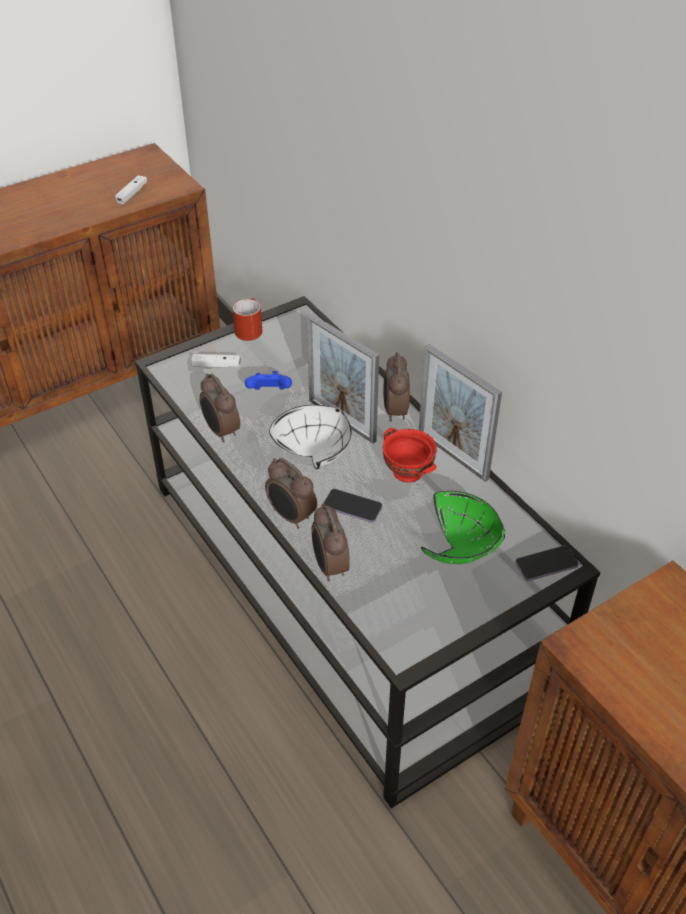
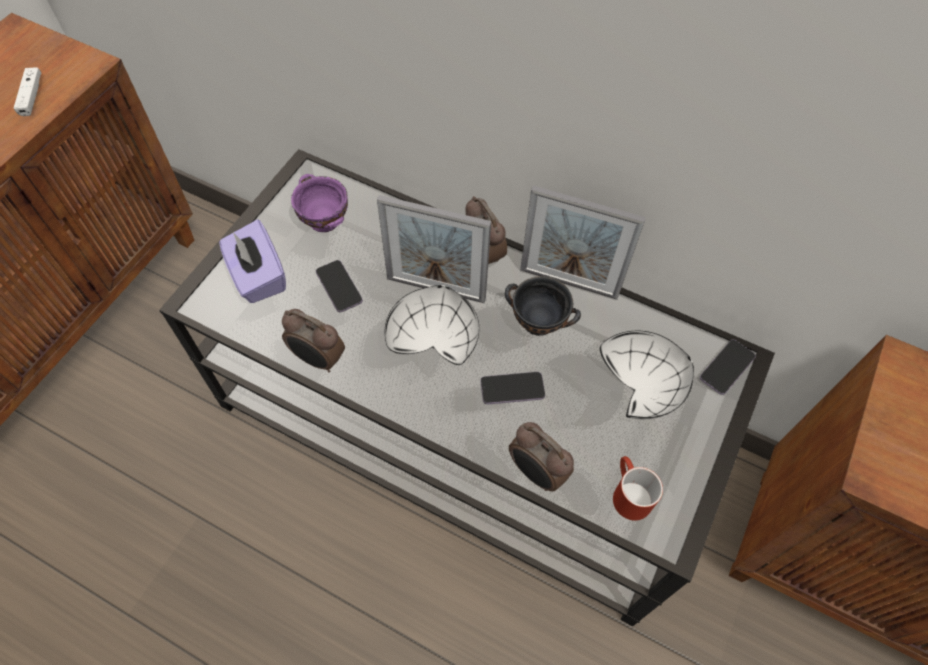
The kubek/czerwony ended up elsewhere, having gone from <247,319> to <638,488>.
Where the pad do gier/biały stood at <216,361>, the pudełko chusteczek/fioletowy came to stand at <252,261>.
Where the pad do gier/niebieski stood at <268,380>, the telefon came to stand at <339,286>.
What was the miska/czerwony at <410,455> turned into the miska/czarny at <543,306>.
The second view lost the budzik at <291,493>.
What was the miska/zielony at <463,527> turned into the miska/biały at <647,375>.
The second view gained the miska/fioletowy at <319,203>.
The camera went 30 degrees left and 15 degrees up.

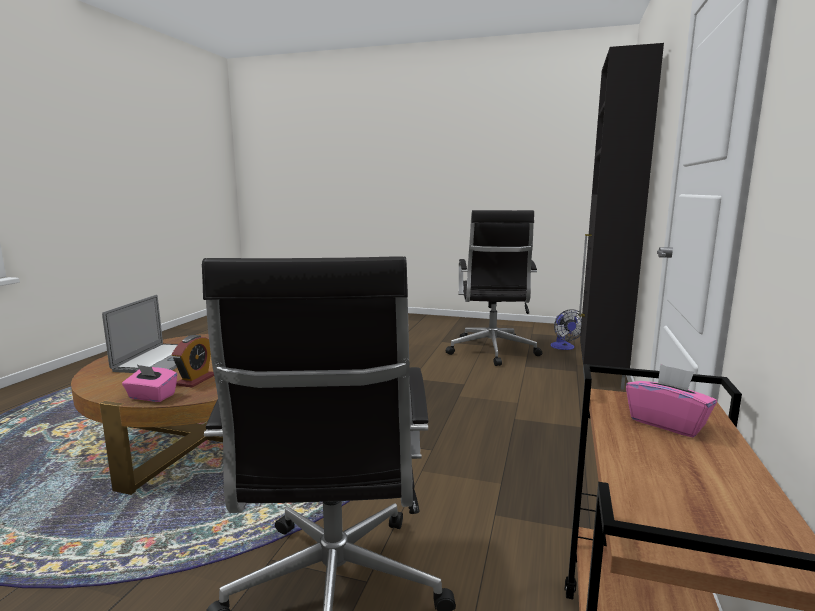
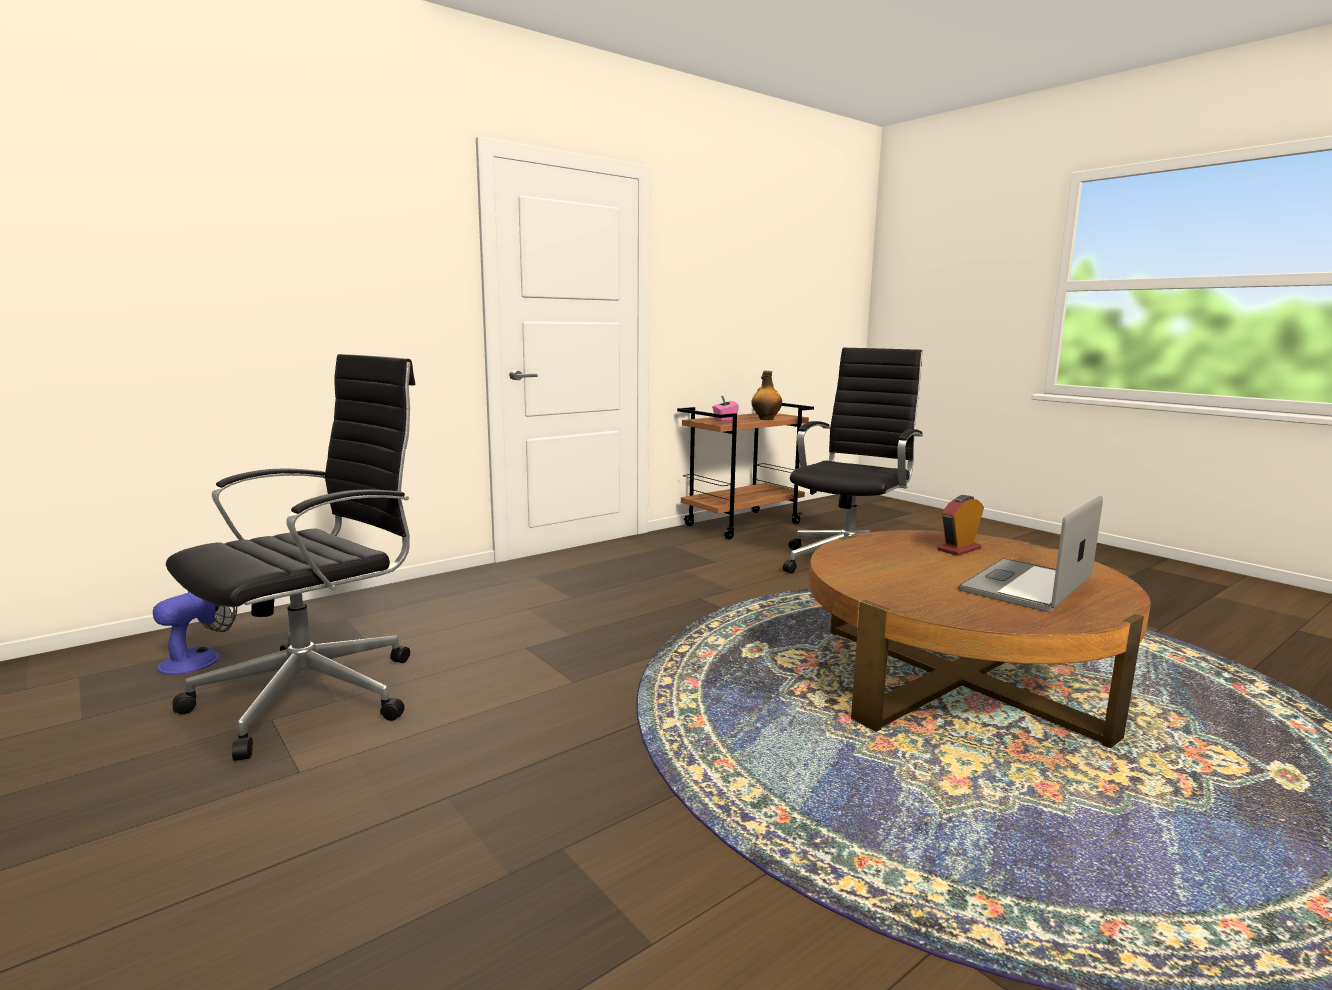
The second view lost the szafka/czarny at <621,216>.
The second view lost the pudełko chusteczek/różowy at <150,383>.
The second view gained the butelka at <766,395>.
The camera went 145 degrees left and 0 degrees up.

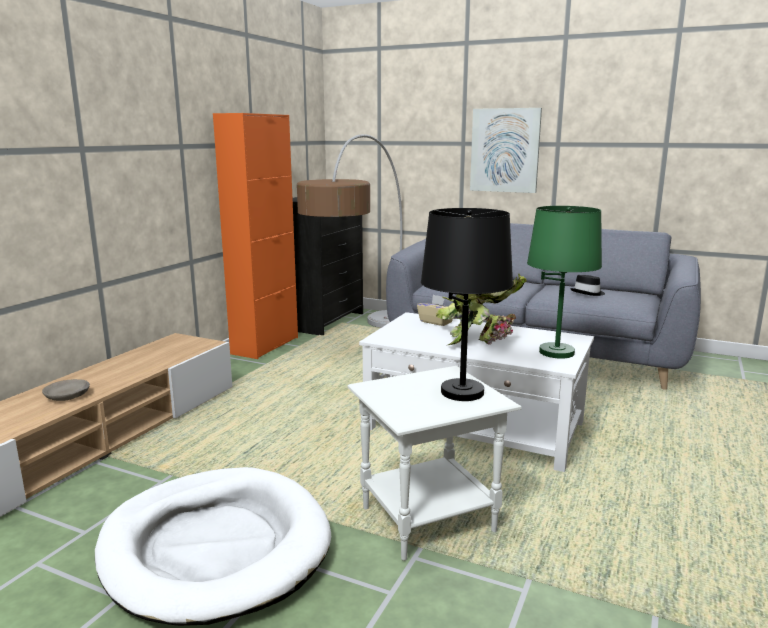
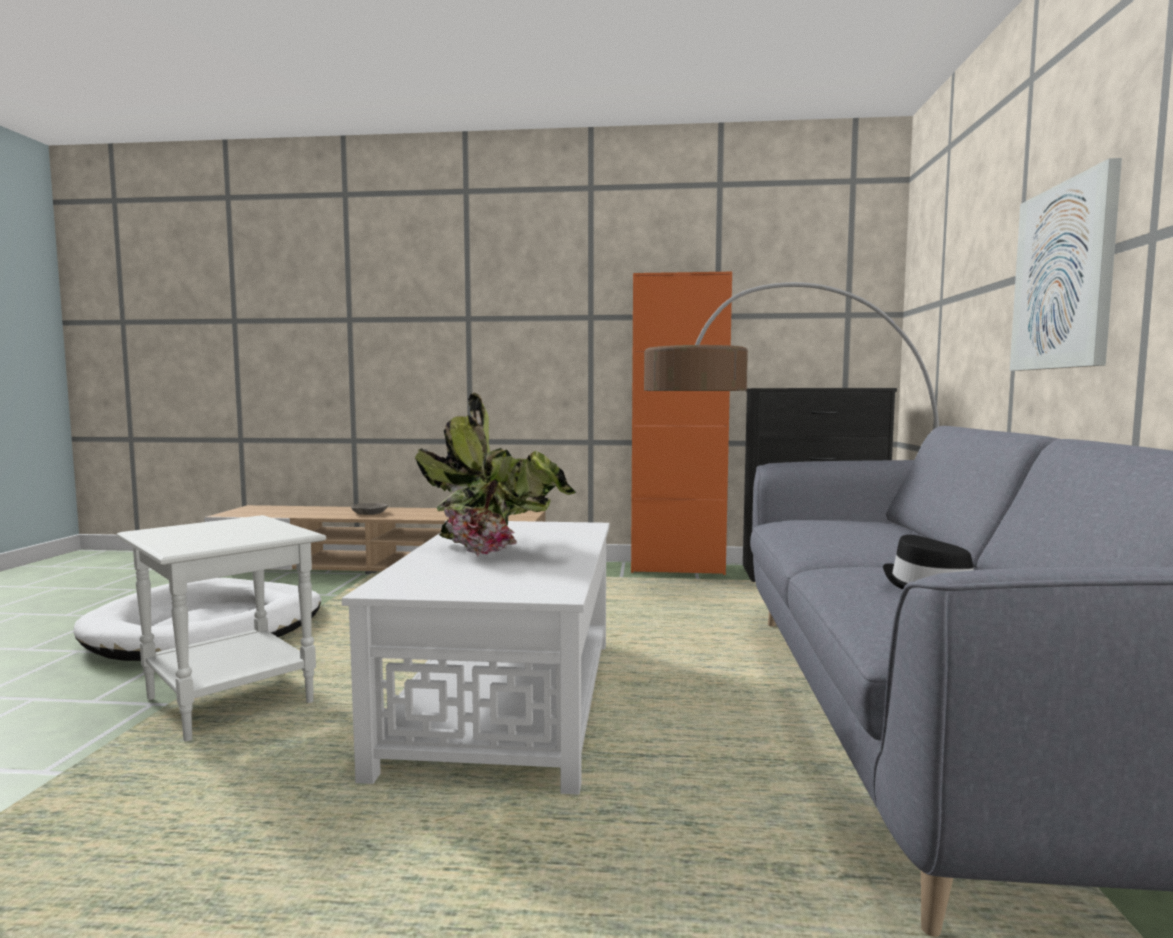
The second view lost the lampa stołowa/zielony at <564,282>.
The second view lost the lampa stołowa/czarny at <467,304>.
The second view lost the pudełko chusteczek/beżowy at <435,310>.
The camera went 70 degrees right and 10 degrees down.

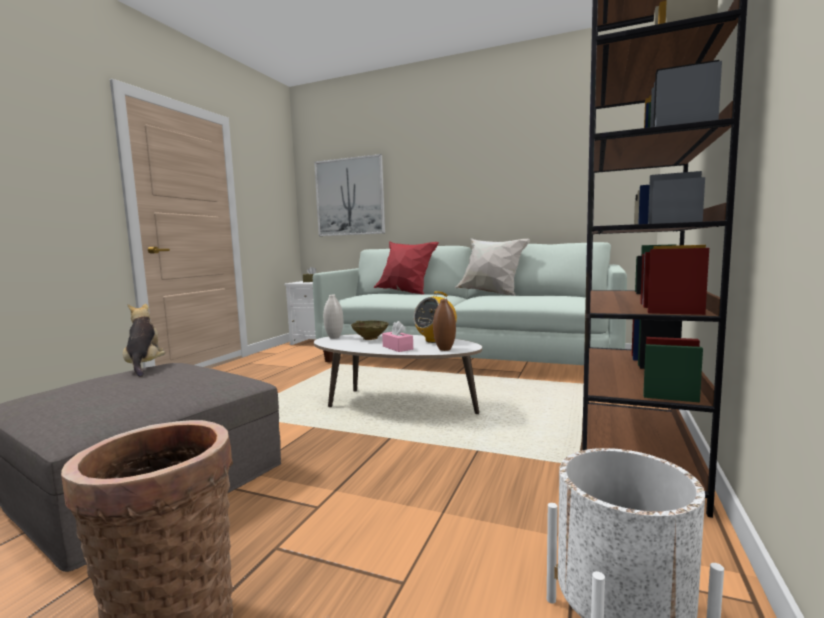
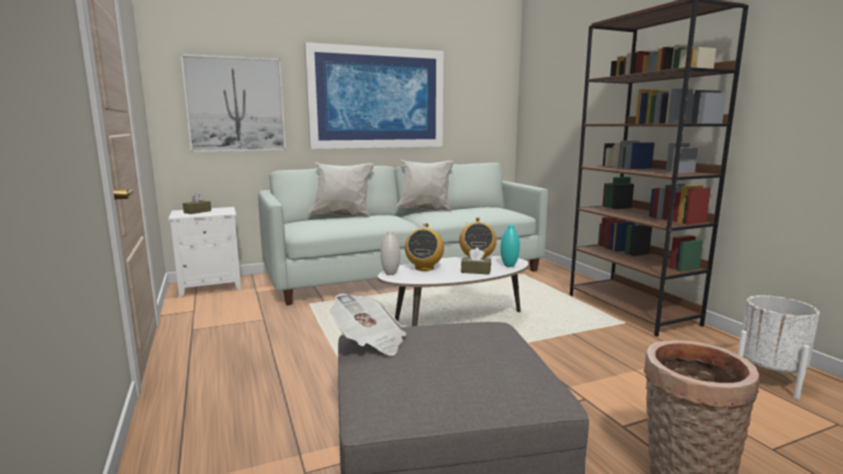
What was the poduszka/czerwony at <406,268> turned into the poduszka/biały at <341,189>.
What was the wazon/brązowy at <444,325> turned into the wazon/turkusowy at <510,246>.
Where the pluszak stood at <144,340>, the gazeta came to stand at <368,325>.
Where the miska/beżowy stood at <370,330>, the radio came to stand at <424,247>.
What was the pudełko chusteczek/różowy at <397,336> turned into the pudełko chusteczek/brązowy at <476,261>.
The second view gained the obraz at <374,95>.
The camera went 45 degrees left and 5 degrees up.

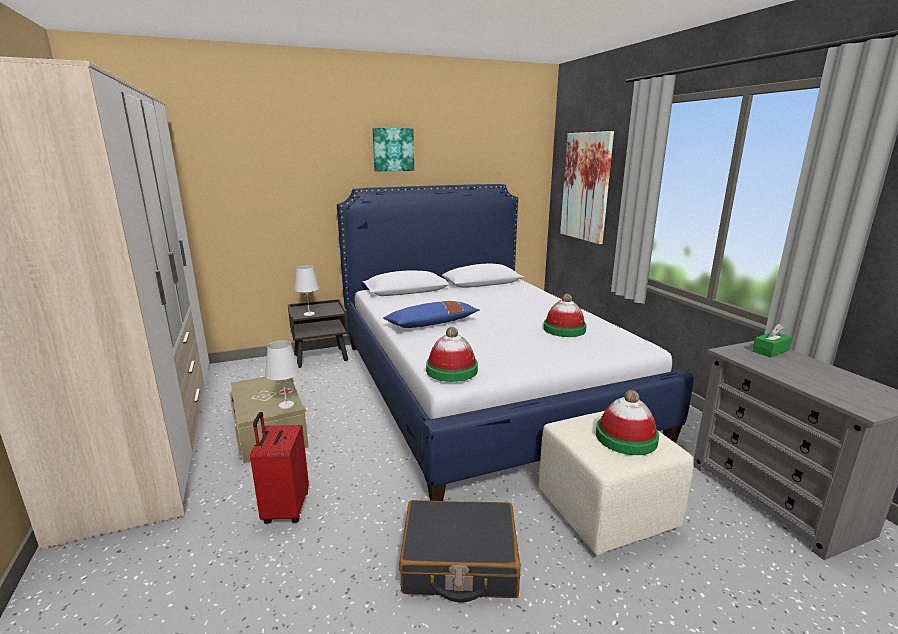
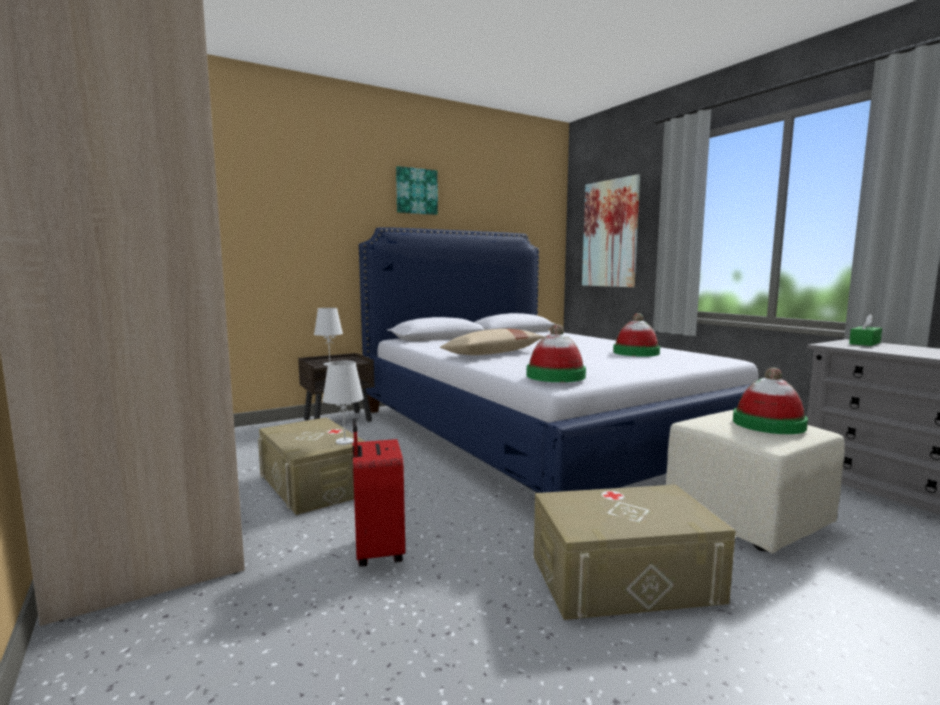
What was the poduszka/niebieski at <431,314> turned into the poduszka/beżowy at <492,342>.
Where the walizka/czarny stood at <460,551>, the pojemnik do przechowywania/beżowy came to stand at <635,552>.
The camera went 10 degrees left and 10 degrees down.

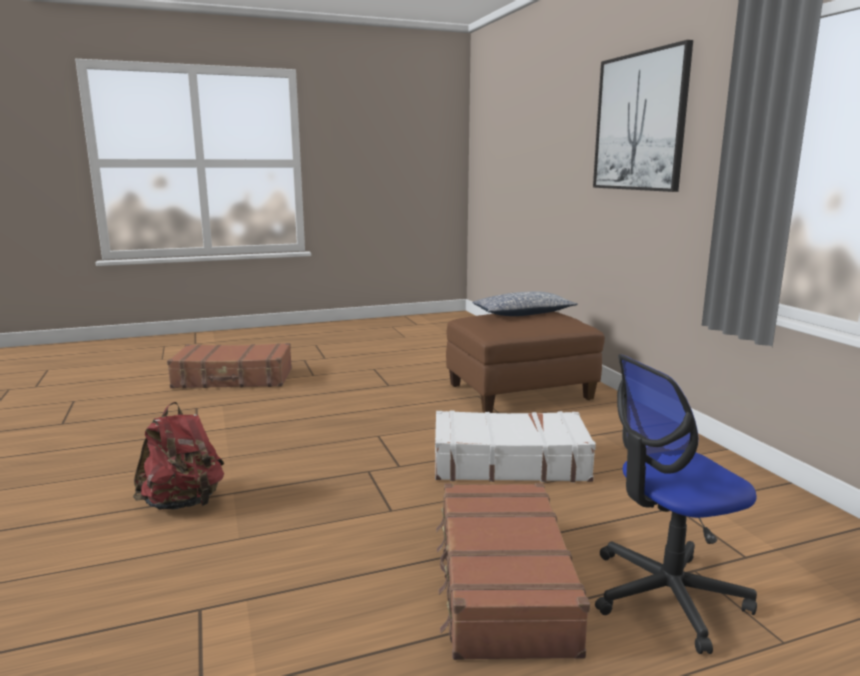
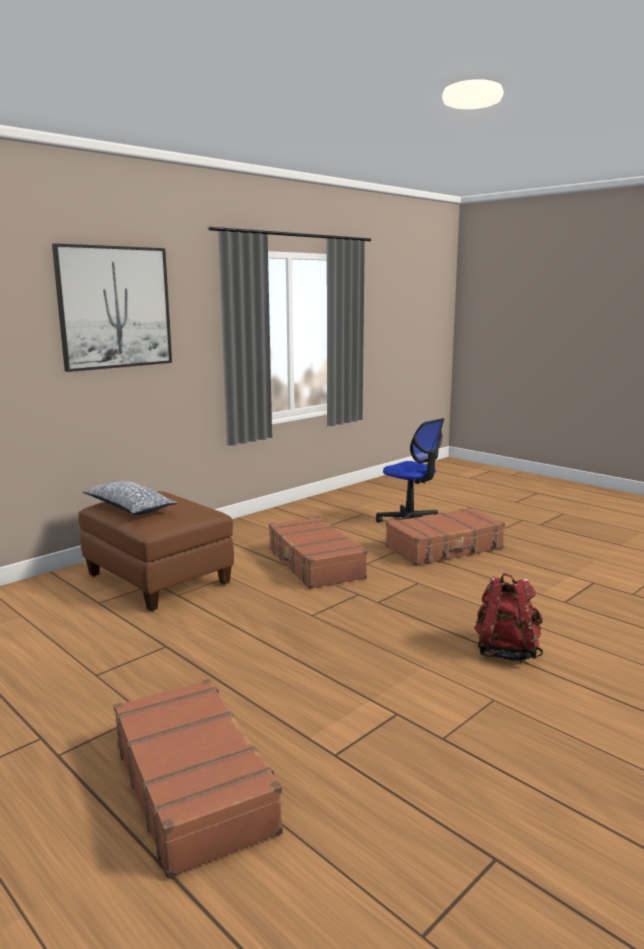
What was the walizka/biały at <515,446> turned into the walizka/brązowy at <318,552>.
The camera went 115 degrees left and 0 degrees up.

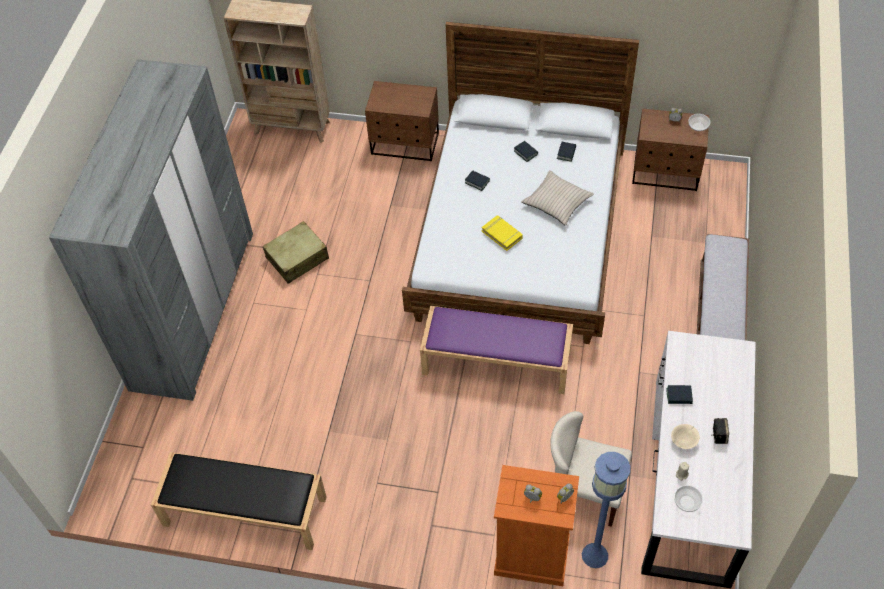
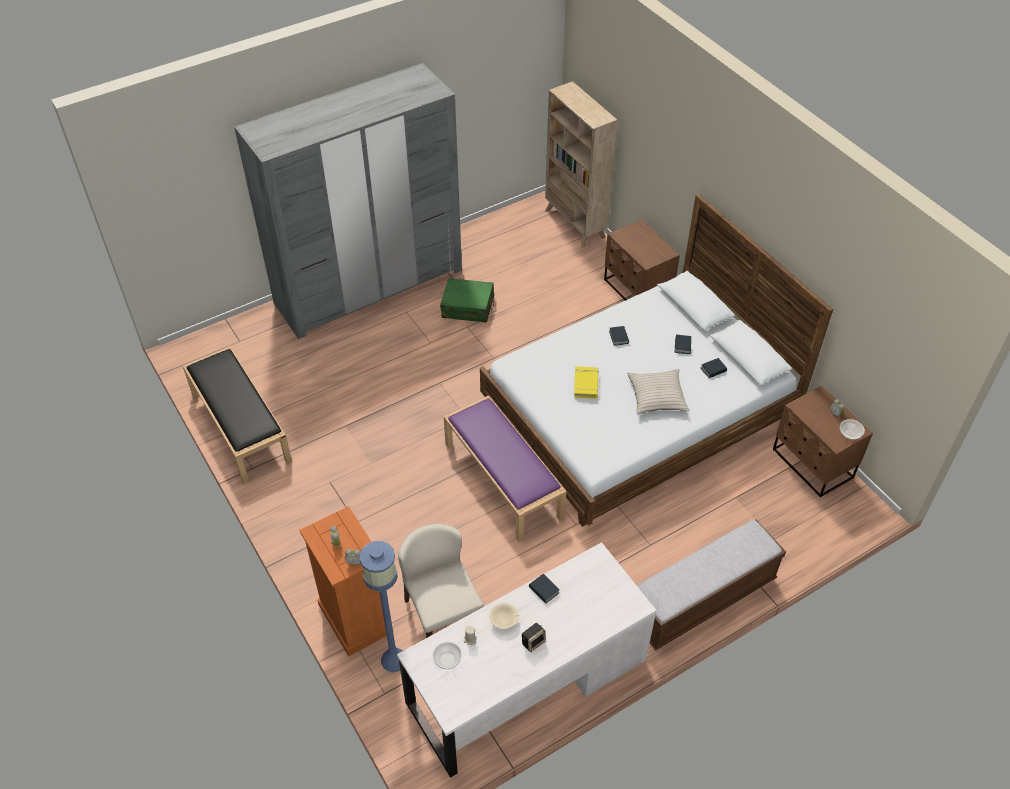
What was the walizka/beżowy at <296,252> turned into the walizka/zielony at <467,300>.
The camera went 45 degrees right and 5 degrees down.

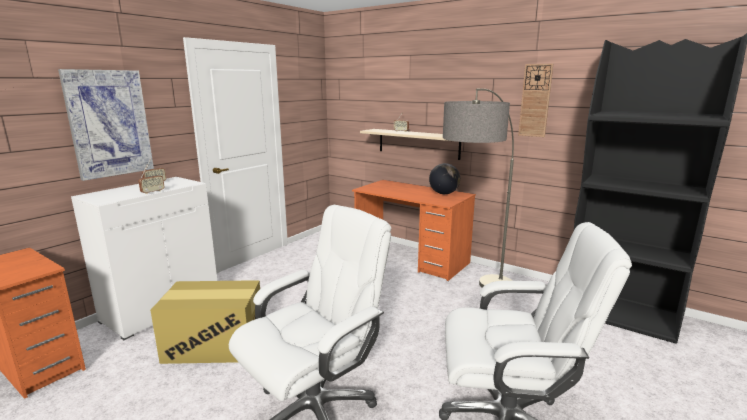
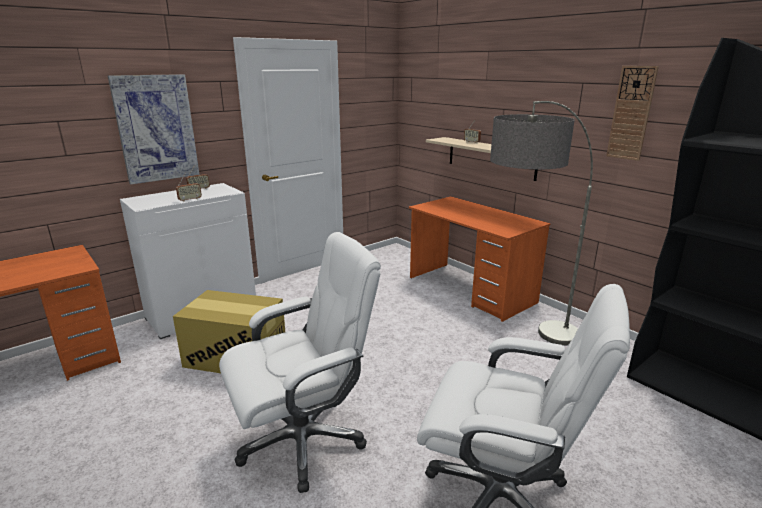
The second view lost the globus at <444,178>.
The camera went 15 degrees right and 5 degrees up.

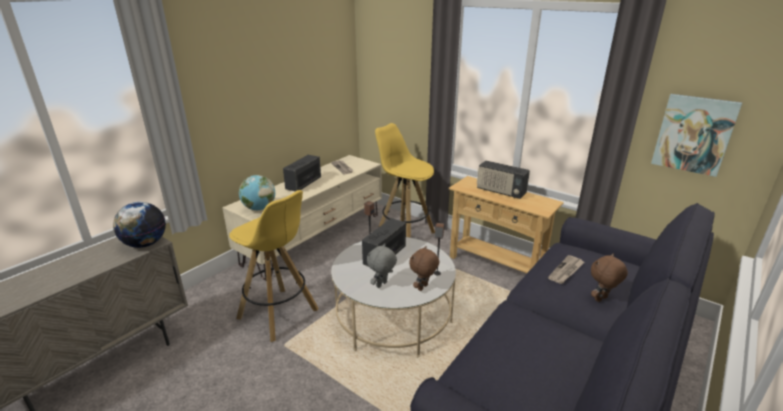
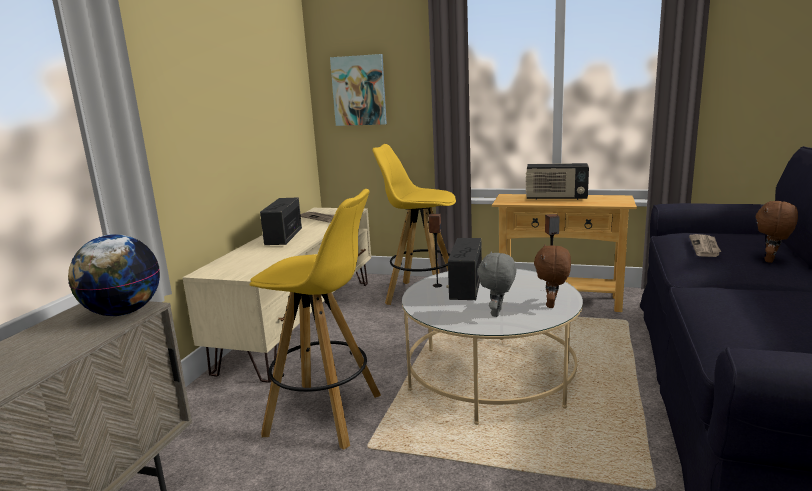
The obraz ended up elsewhere, having gone from <696,135> to <358,90>.
The second view lost the globus at <257,192>.
The camera went 20 degrees left and 10 degrees down.

